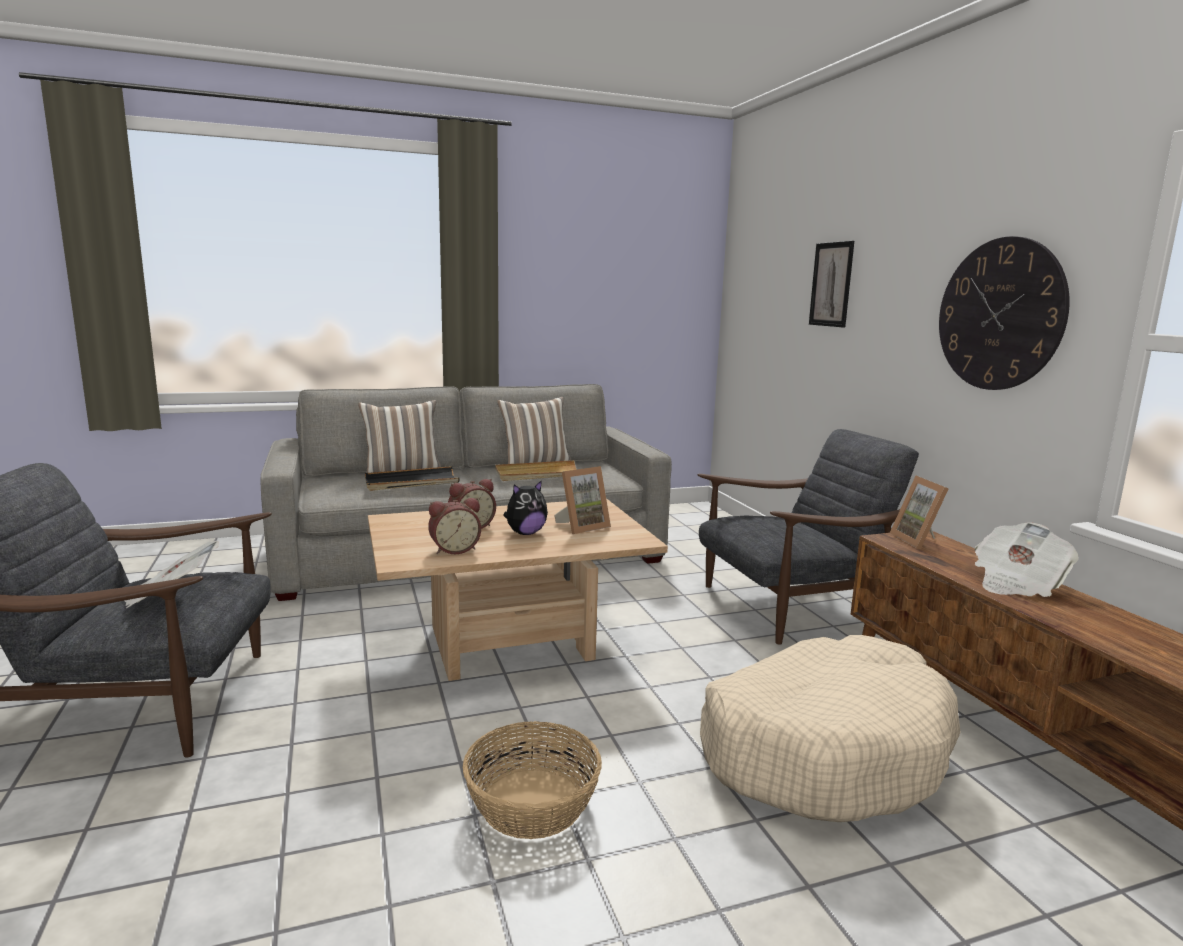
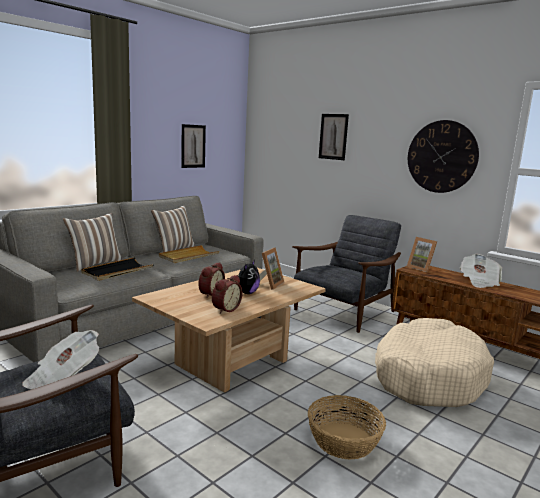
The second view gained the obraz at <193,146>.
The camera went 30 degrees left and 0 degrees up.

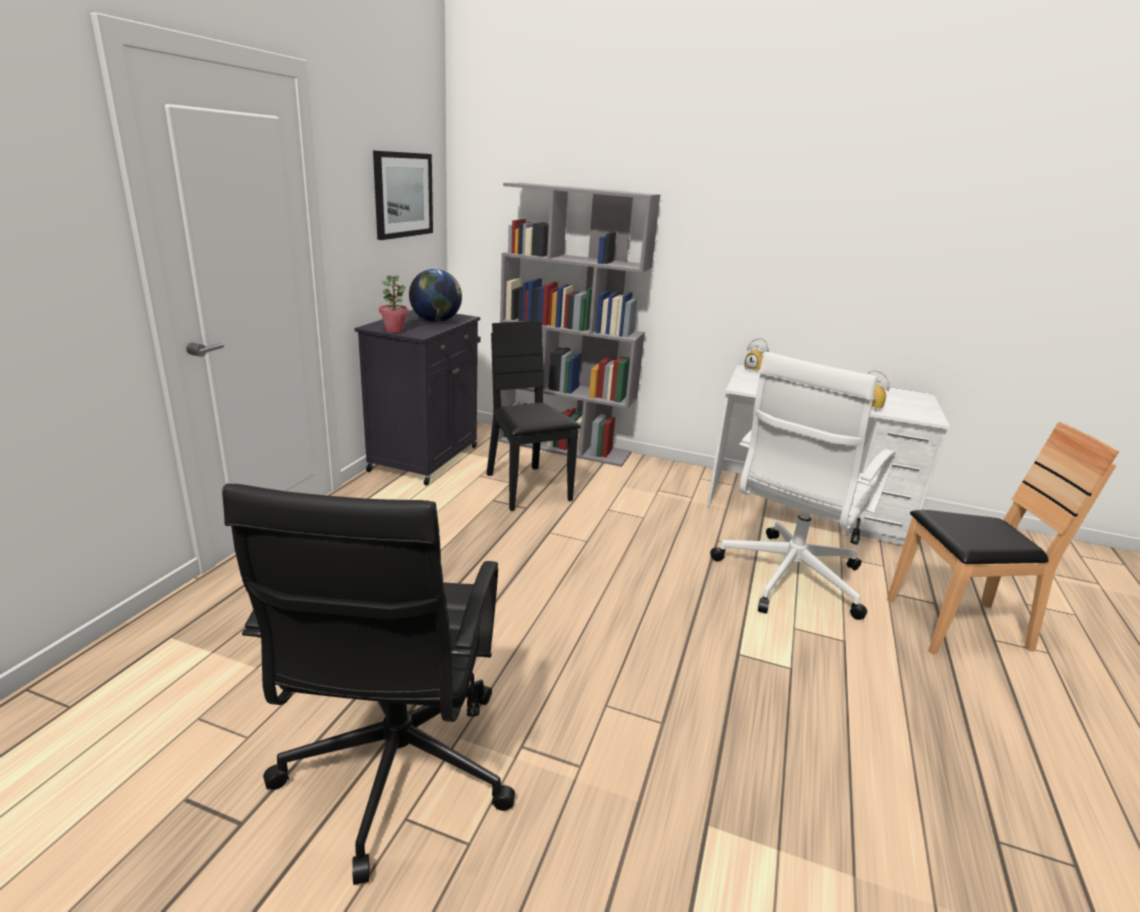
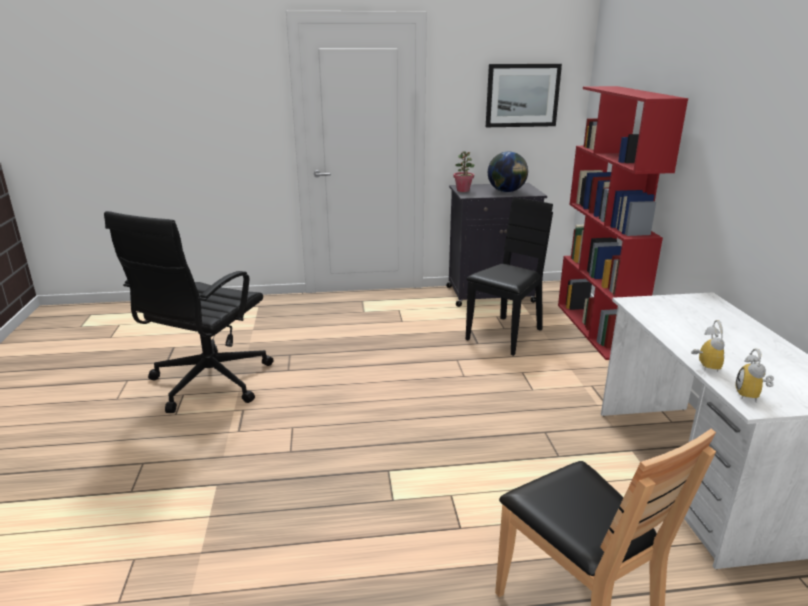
What was the regał/szary at <579,325> turned into the regał/czerwony at <623,223>.
The budzik ended up elsewhere, having gone from <756,355> to <755,375>.
The second view lost the krzesło biurowe/biały at <802,486>.
The krzesło biurowe/czarny at <368,684> ended up facing another way, 45 degrees counterclockwise from before.
The camera went 65 degrees right and 0 degrees up.

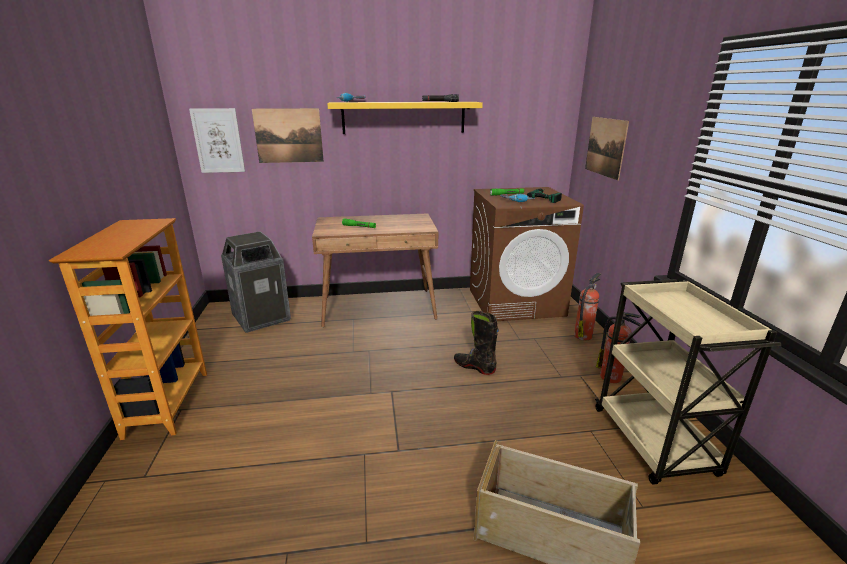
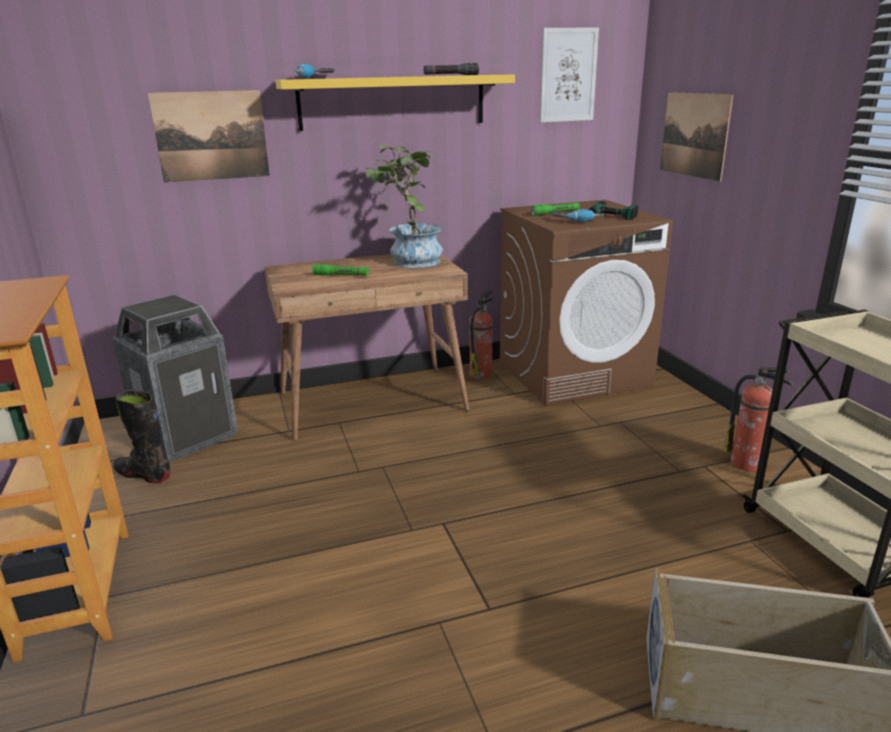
The obraz ended up elsewhere, having gone from <217,140> to <569,75>.
The gaśnica ended up elsewhere, having gone from <587,306> to <481,335>.
The but z cholewką/czarny ended up elsewhere, having gone from <476,343> to <141,436>.
The second view gained the roślina doniczkowa at <404,206>.
The camera went 10 degrees left and 0 degrees up.

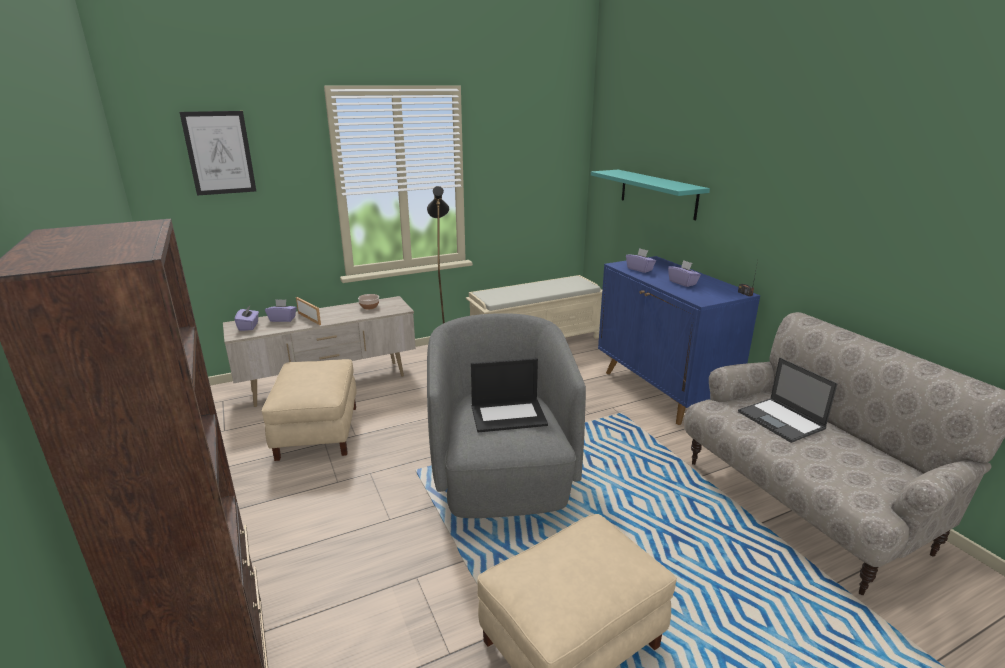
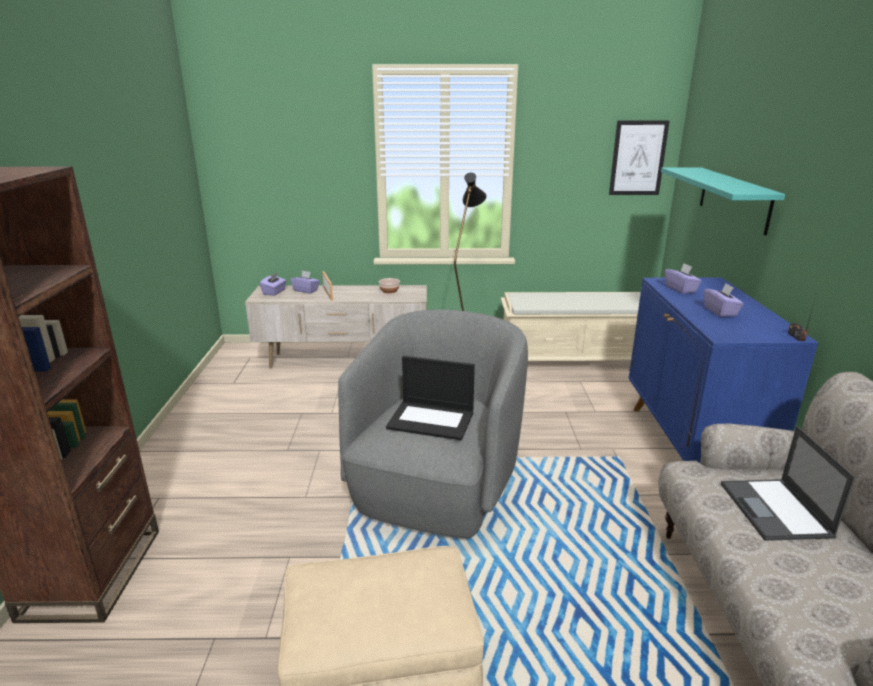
The obraz ended up elsewhere, having gone from <218,153> to <639,157>.
The second view lost the pufa/beżowy at <309,410>.
The camera went 25 degrees right and 0 degrees up.

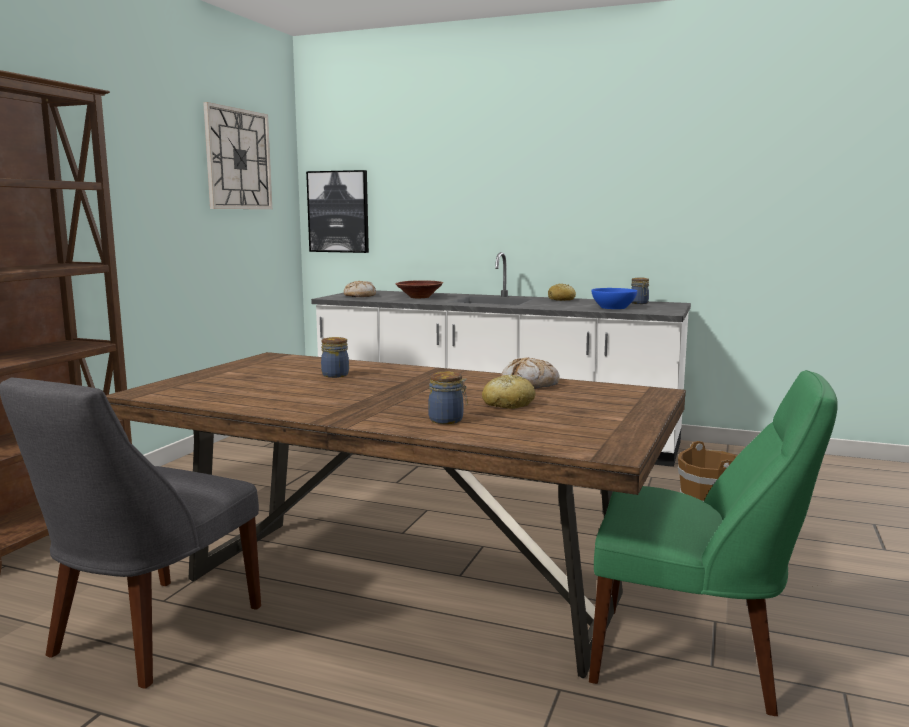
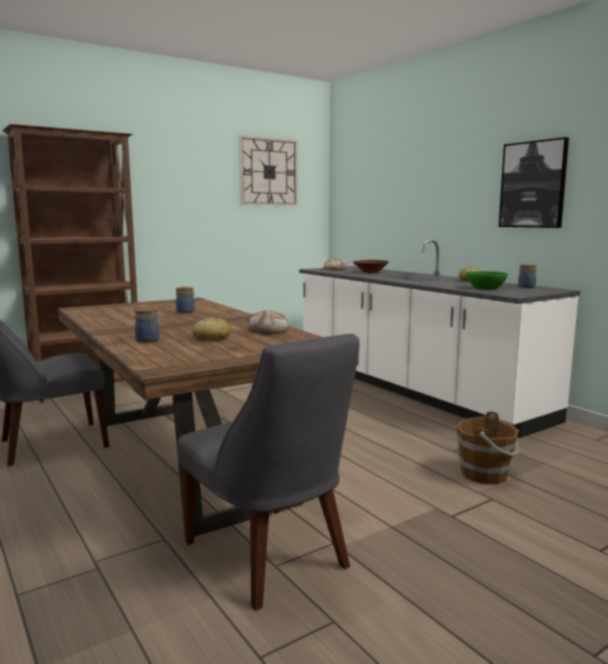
The obraz ended up elsewhere, having gone from <337,211> to <534,182>.
What was the miska/niebieski at <614,298> turned into the miska/zielony at <487,280>.
What was the krzesło/zielony at <713,543> turned into the krzesło/szary at <268,472>.
The camera went 35 degrees right and 0 degrees up.

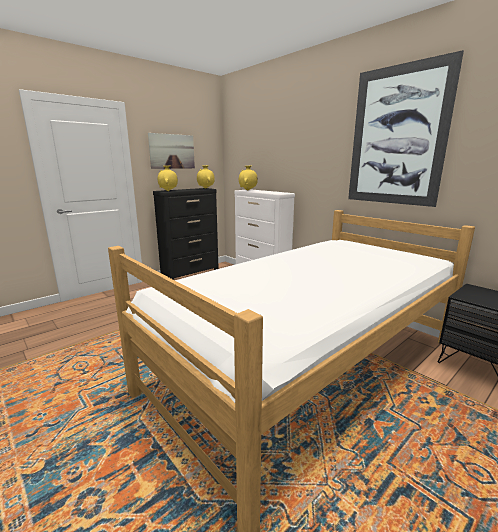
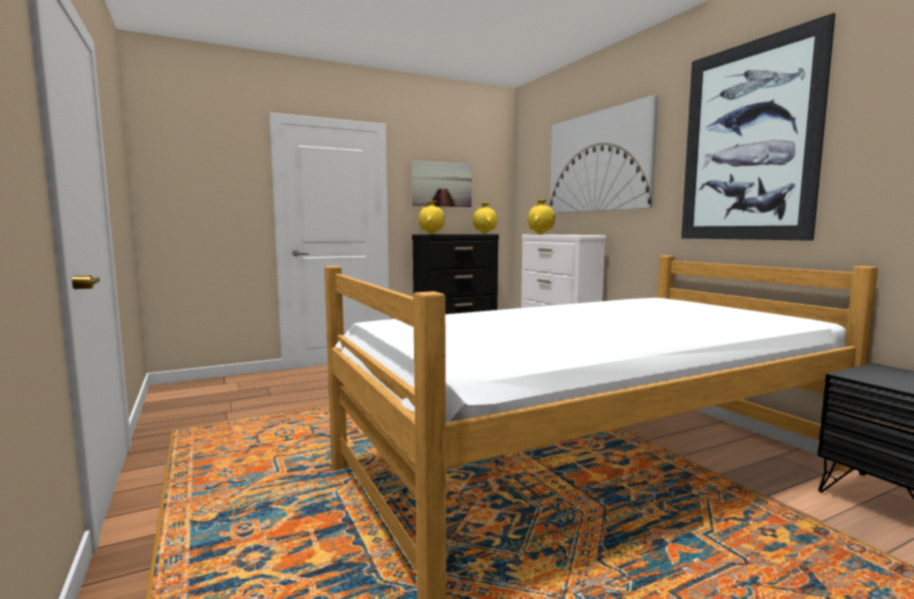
The second view gained the obraz at <604,153>.
The camera went 15 degrees right and 10 degrees down.

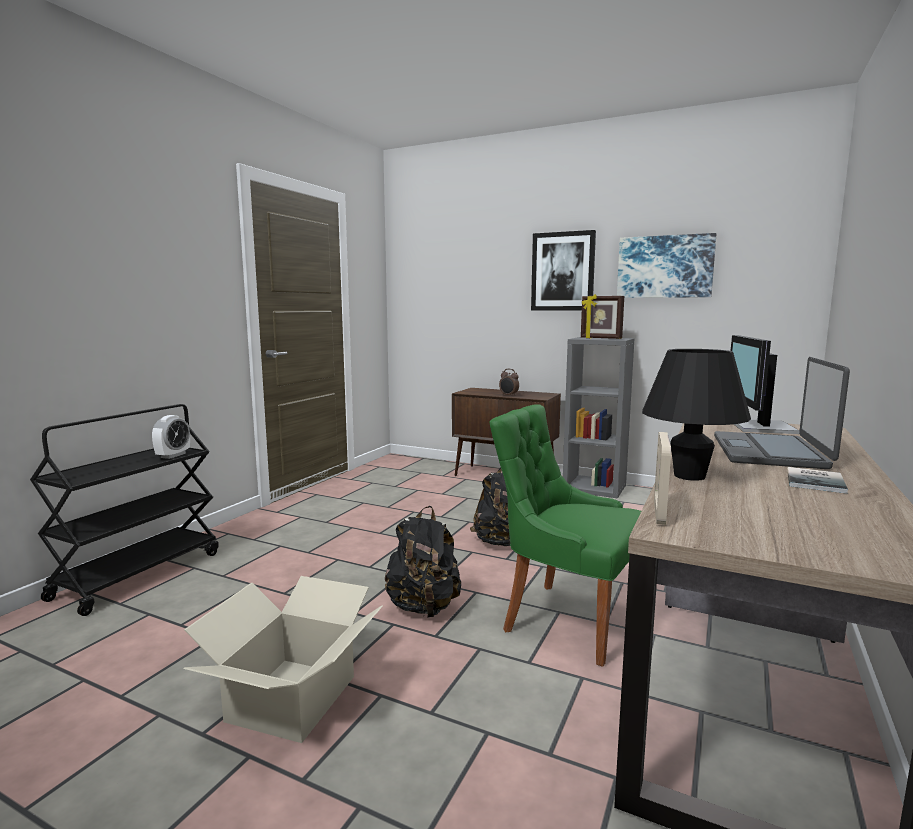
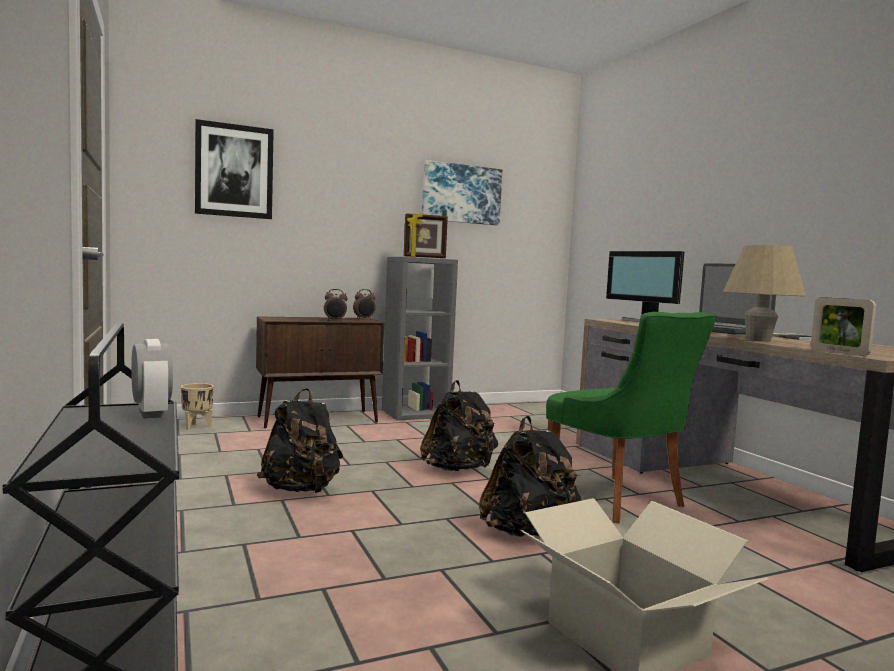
The obraz ended up elsewhere, having gone from <563,270> to <234,169>.
What was the lampa stołowa/czarny at <696,415> turned into the lampa stołowa/beżowy at <764,293>.
The krzesło/zielony at <565,535> ended up facing another way, 105 degrees counterclockwise from before.
The second view gained the budzik at <364,304>.
The second view gained the donica/beżowy at <197,406>.
The second view gained the plecak/czarny at <300,440>.
The camera went 50 degrees left and 5 degrees down.

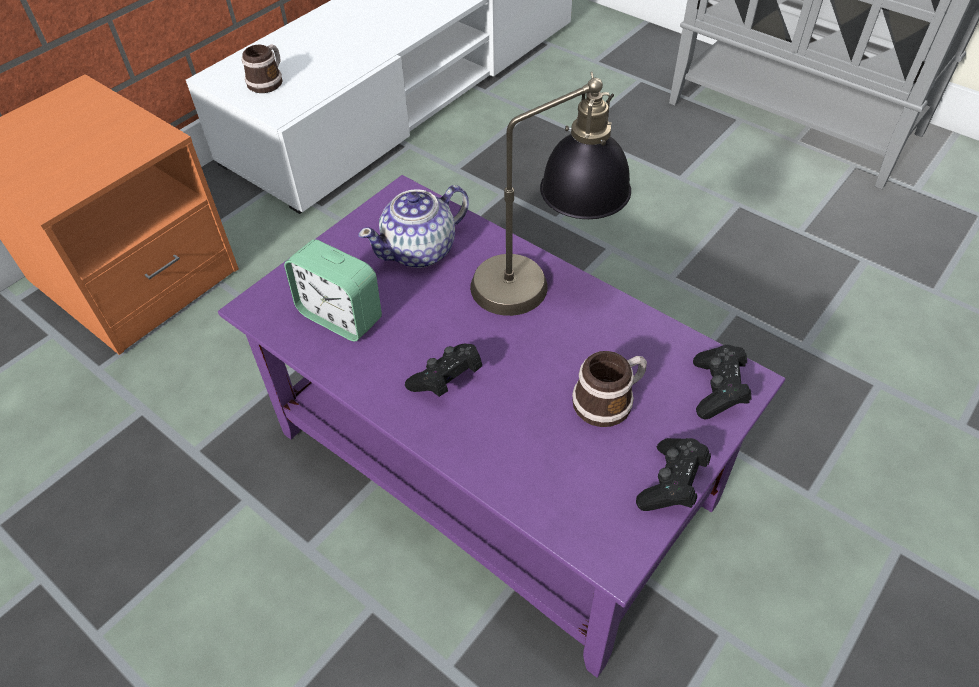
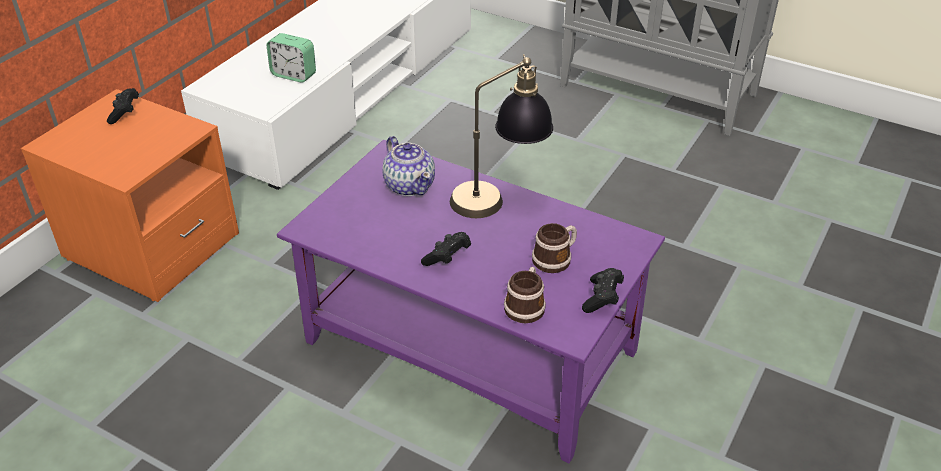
The kubek ended up elsewhere, having gone from <262,68> to <525,295>.
The imbryk at <413,226> ended up facing another way, 75 degrees counterclockwise from before.
The budzik ended up elsewhere, having gone from <333,290> to <291,58>.
The pad do gier/czarny ended up elsewhere, having gone from <722,382> to <123,106>.
The camera went 10 degrees left and 10 degrees down.

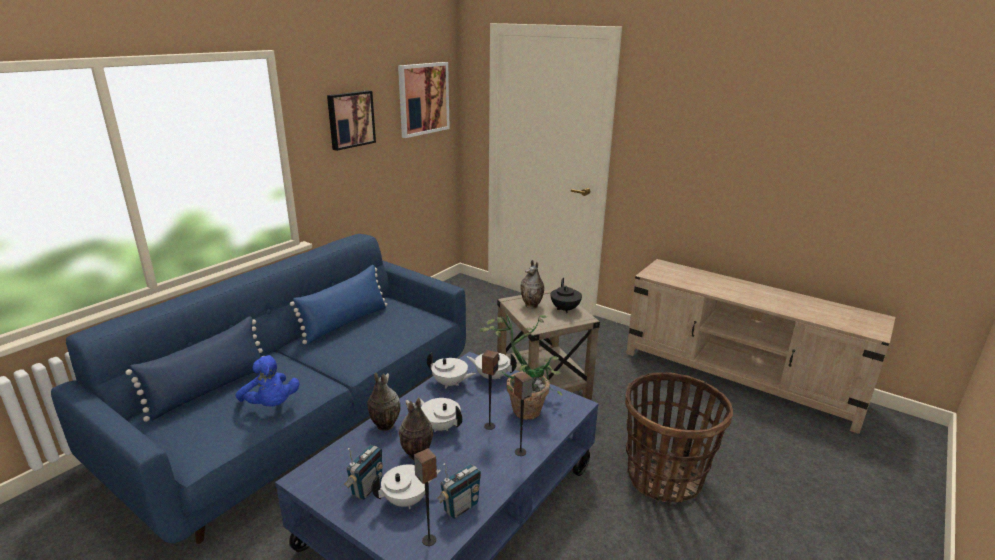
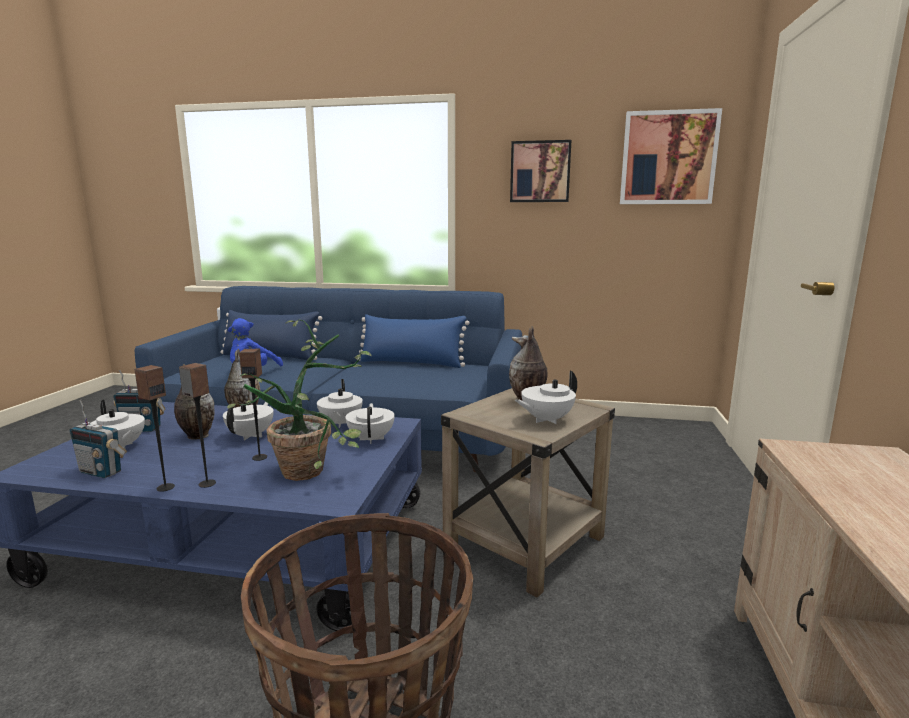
What was the imbryk/czarny at <566,295> turned into the imbryk/biały at <546,397>.
The głośnik ended up elsewhere, having gone from <425,497> to <154,428>.
The camera went 65 degrees right and 10 degrees down.

